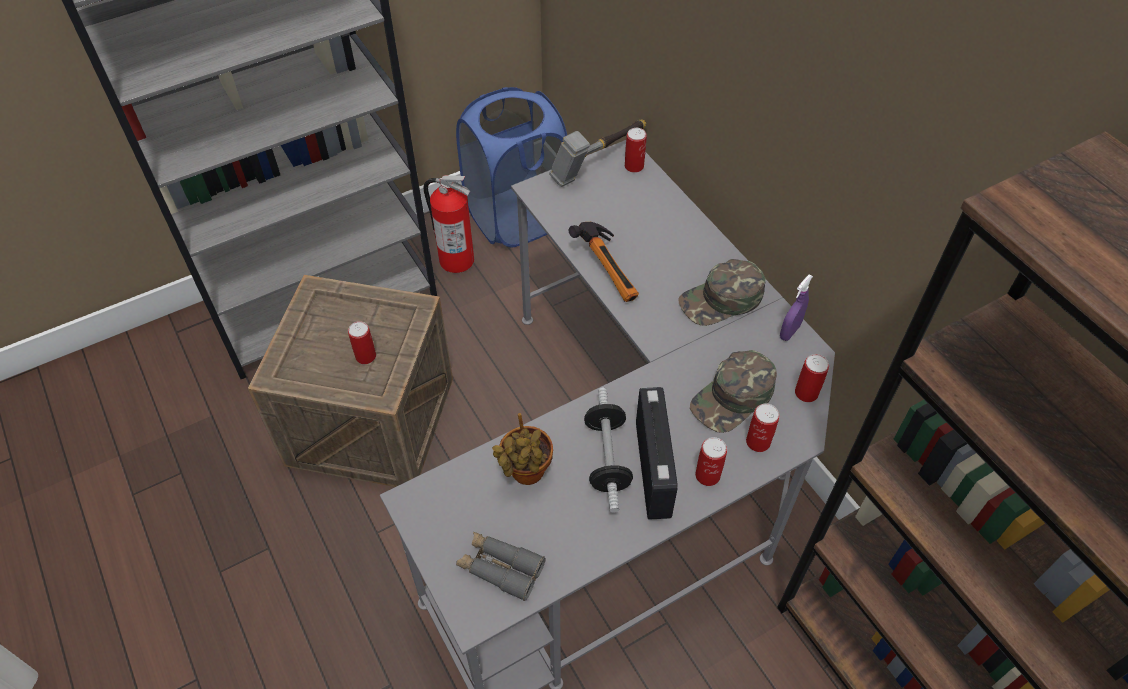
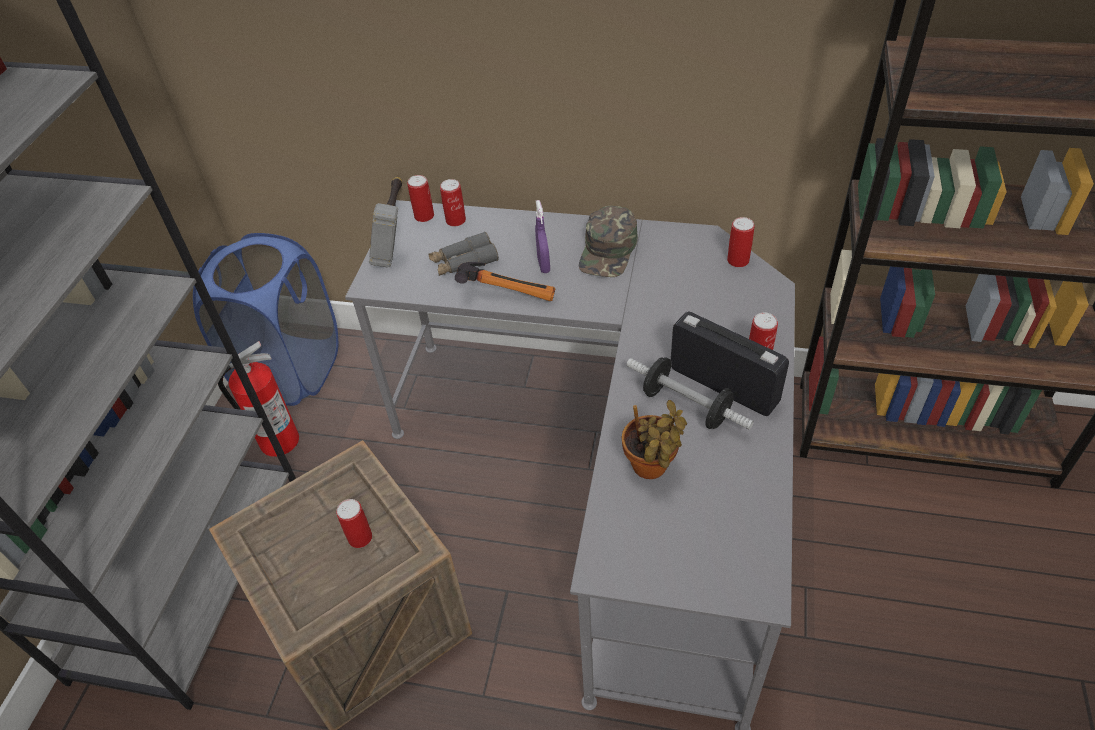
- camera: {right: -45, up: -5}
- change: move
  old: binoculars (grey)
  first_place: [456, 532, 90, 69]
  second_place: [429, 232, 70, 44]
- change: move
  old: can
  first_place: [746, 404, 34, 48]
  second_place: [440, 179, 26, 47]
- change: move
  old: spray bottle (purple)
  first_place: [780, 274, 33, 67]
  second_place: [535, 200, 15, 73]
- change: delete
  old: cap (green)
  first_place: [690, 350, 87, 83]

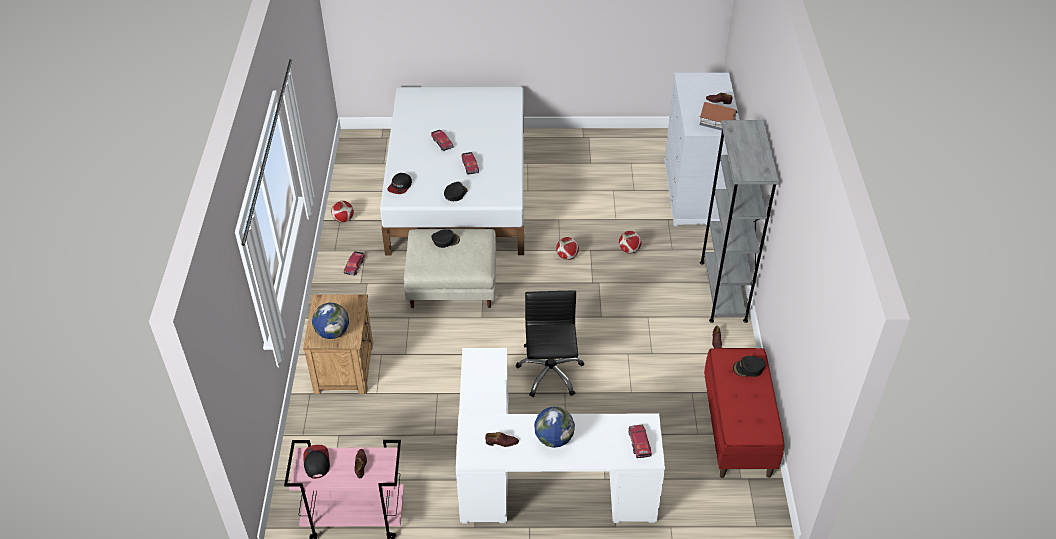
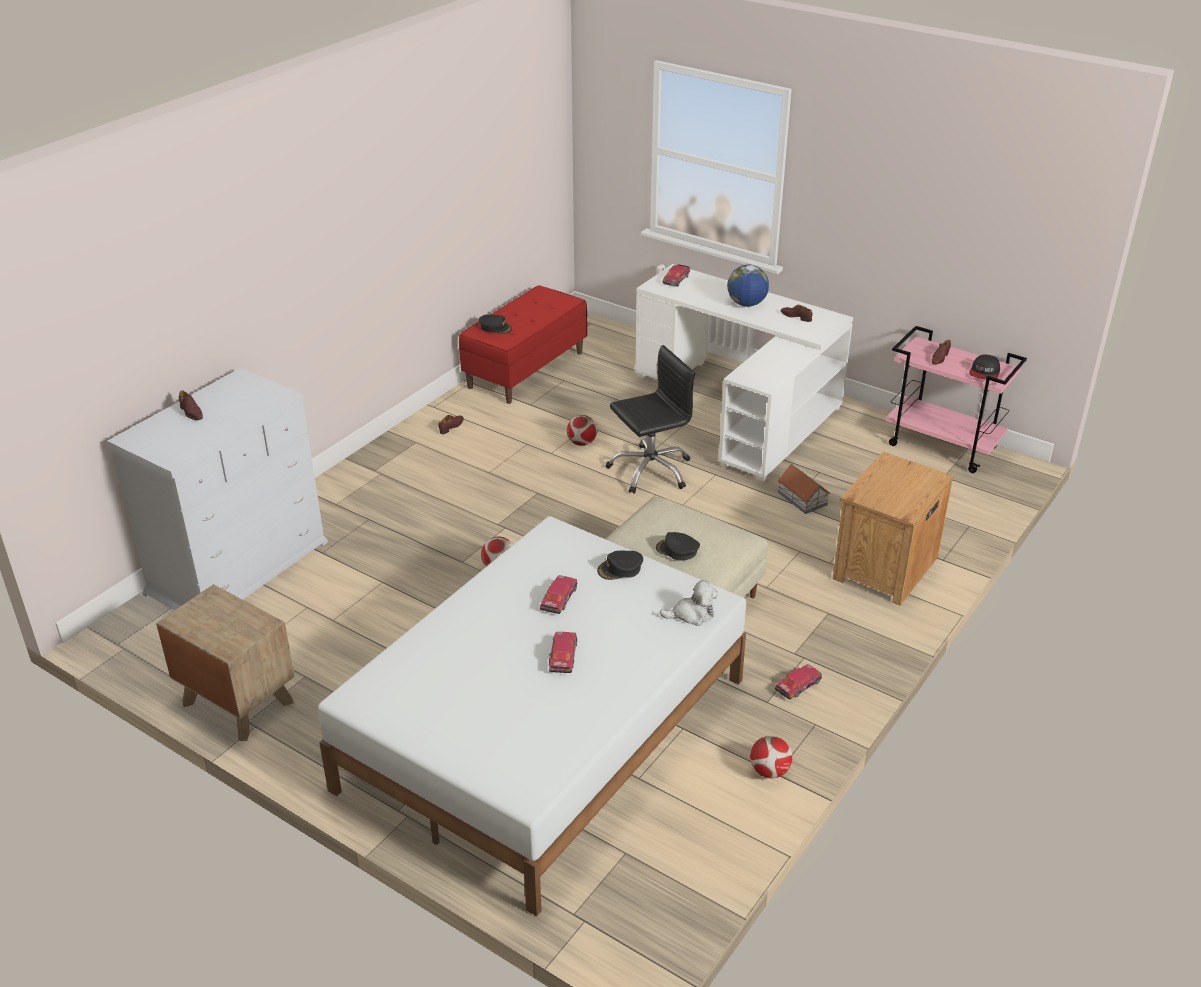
- camera: {right: -145, up: -10}
- change: insert
  new: nightstand (brown)
  second_place: [156, 584, 139, 157]
- change: move
  old: football
  first_place: [619, 231, 22, 23]
  second_place: [567, 415, 30, 31]
- change: rotate
  old: office chair (black)
  first_place: [516, 291, 68, 106]
  second_place: [606, 345, 89, 149]
  degrees: -150
- change: replace
  old: cap
  new: plush toy
  first_place: [387, 173, 25, 21]
  second_place: [660, 580, 58, 46]
- change: move
  old: toy house
  first_place: [700, 102, 38, 28]
  second_place: [778, 464, 52, 50]
- change: delete
  old: globe
  first_place: [312, 303, 37, 36]
- change: delete
  old: bookcase (grey)
  first_place: [700, 120, 79, 203]

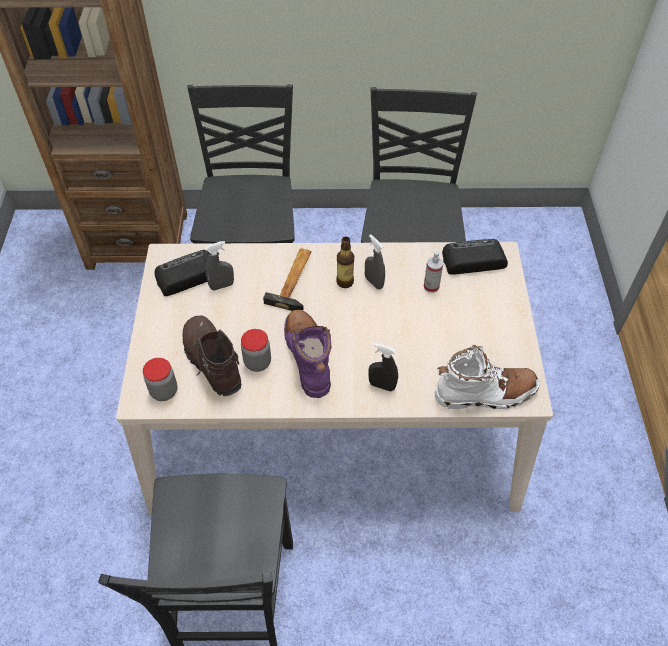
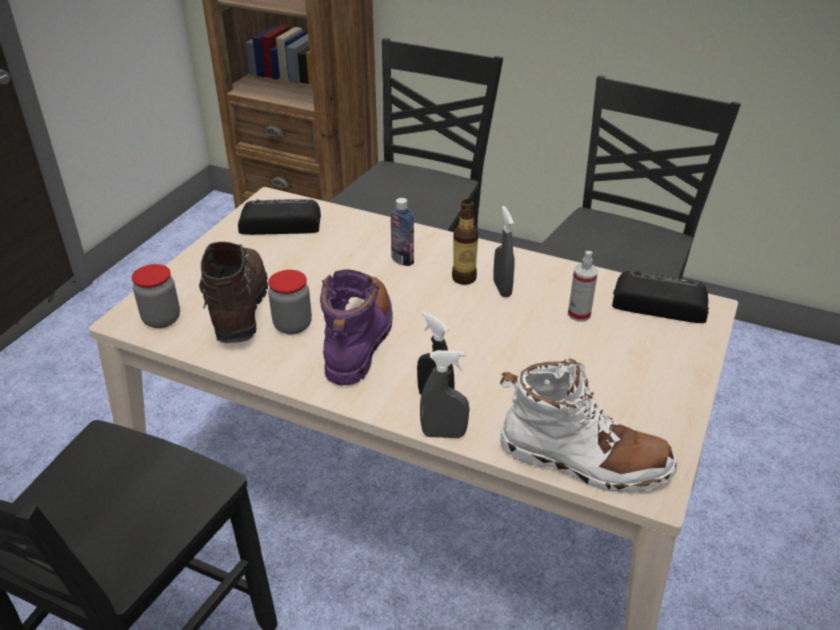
- camera: {right: 25, up: -15}
- change: replace
  old: hammer
  new: bottle
  first_place: [263, 249, 48, 62]
  second_place: [391, 198, 23, 68]
- change: move
  old: spray bottle (grey)
  first_place: [206, 241, 28, 49]
  second_place: [420, 350, 50, 88]

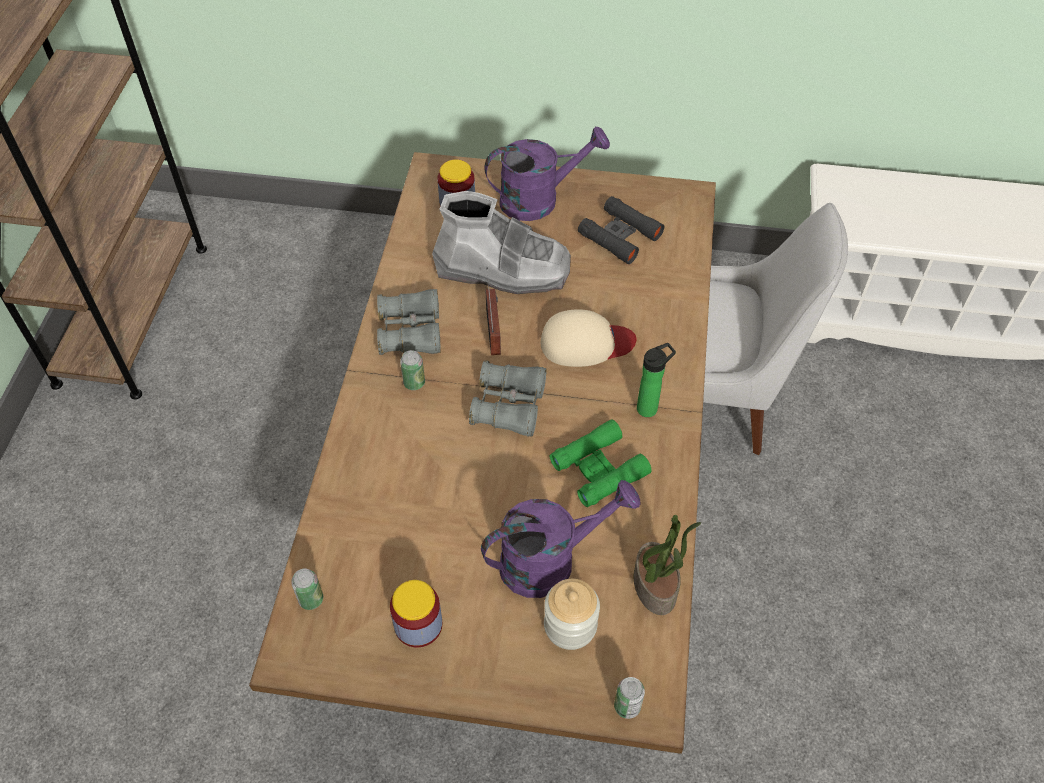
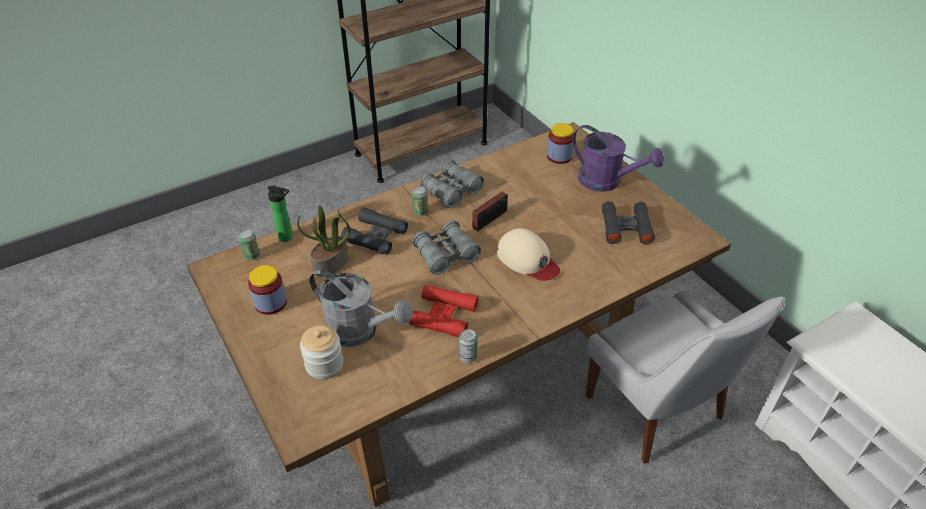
- camera: {right: 50, up: -10}
- change: move
  old: bottle
  first_place: [637, 343, 39, 74]
  second_place: [267, 186, 26, 56]
- change: move
  old: potted plant
  first_place: [634, 515, 67, 100]
  second_place: [297, 205, 53, 71]
- change: recolor
  old: watering can (purple)
  new: watering can (grey)
  first_place: [481, 480, 160, 118]
  second_place: [309, 269, 104, 78]
- change: insert
  new: binoculars (black)
  second_place: [341, 207, 67, 48]
- change: recolor
  old: binoculars (green)
  new: binoculars (red)
  first_place: [550, 419, 102, 88]
  second_place: [409, 285, 70, 52]
- change: move
  old: can
  first_place: [614, 677, 31, 42]
  second_place: [459, 329, 18, 34]
- change: delete
  old: boot (grey)
  first_place: [432, 191, 139, 103]

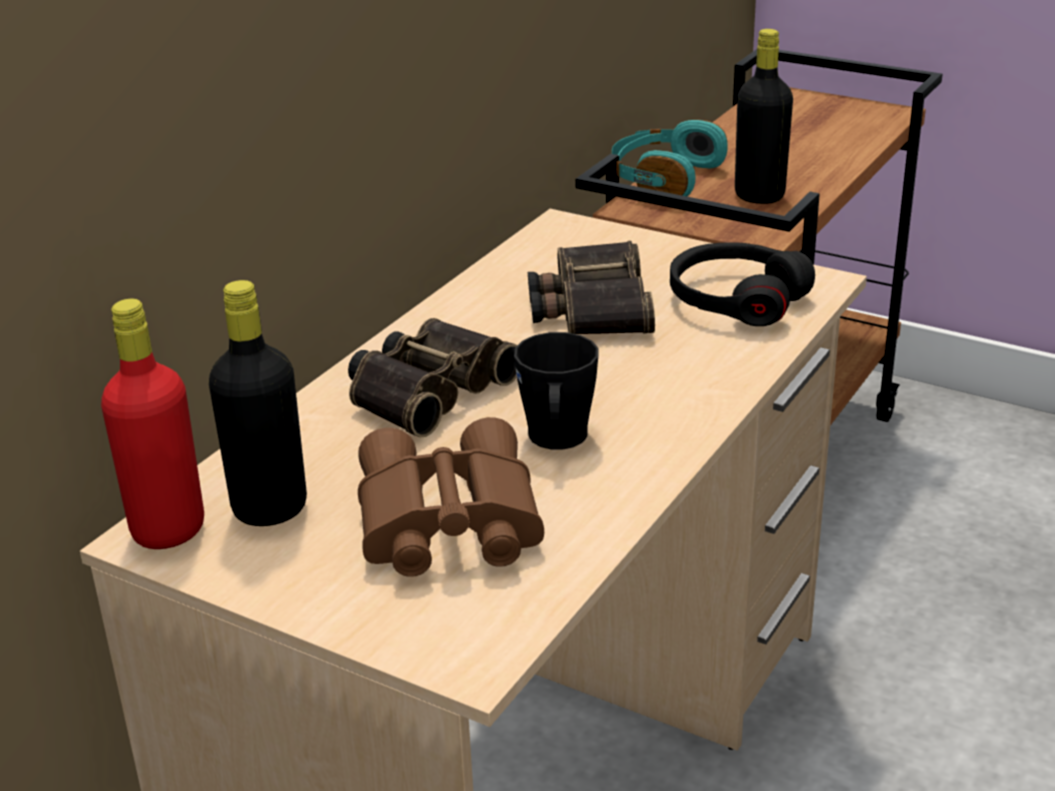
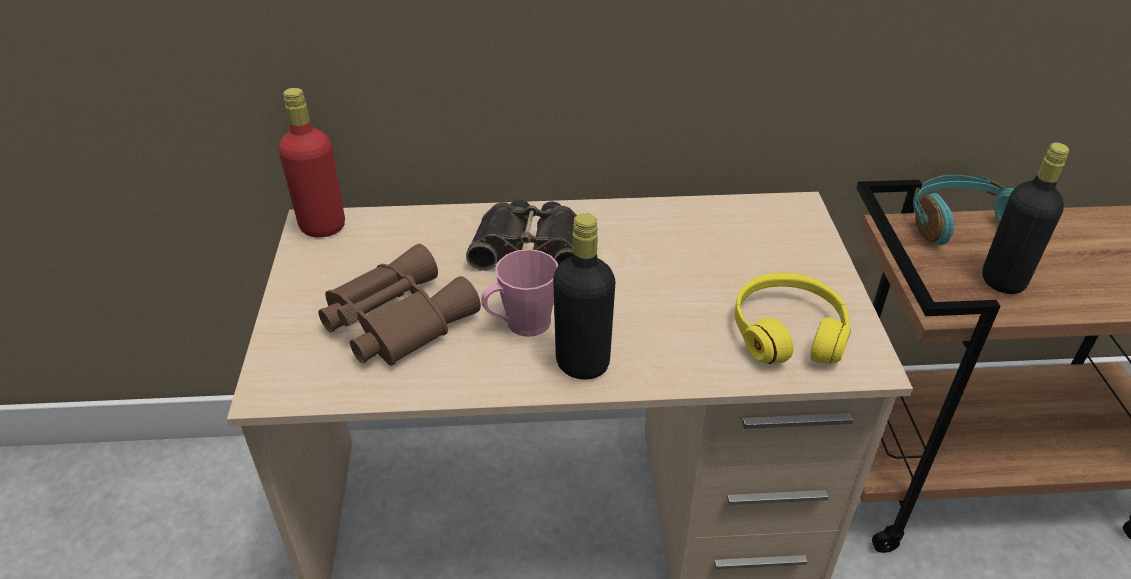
- camera: {right: 55, up: 10}
- change: recolor
  old: mug (black)
  new: mug (pink)
  first_place: [514, 332, 85, 118]
  second_place: [481, 249, 77, 88]
- change: move
  old: bottle (black)
  first_place: [209, 280, 98, 246]
  second_place: [553, 213, 62, 167]
- change: recolor
  old: headphones (black)
  new: headphones (yellow)
  first_place: [670, 242, 145, 84]
  second_place: [735, 273, 116, 91]
- change: delete
  old: binoculars
  first_place: [528, 241, 127, 93]

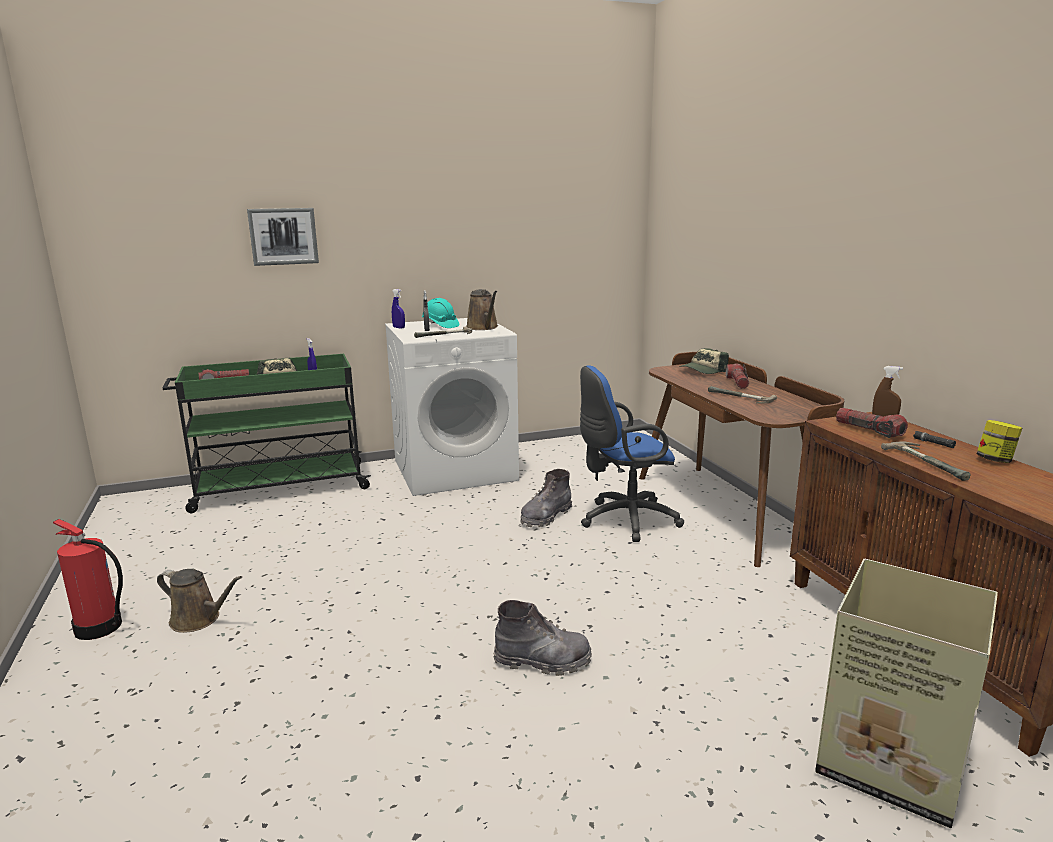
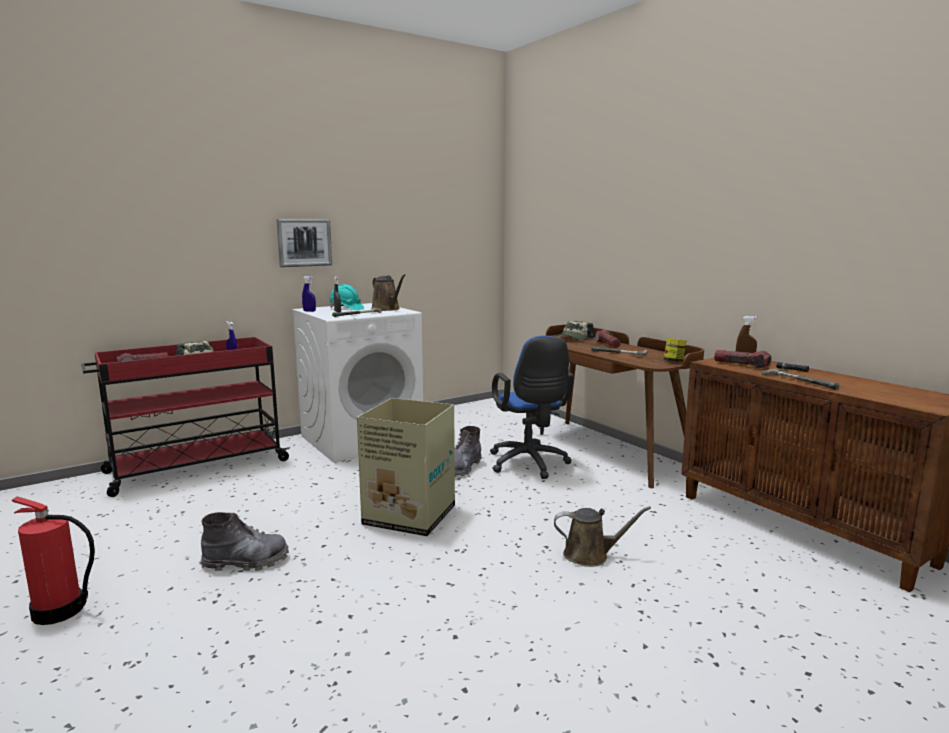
- camera: {right: -15, up: -5}
- change: recolor
  old: cart (green)
  new: cart (red)
  first_place: [163, 354, 208, 159]
  second_place: [81, 337, 209, 160]
- change: move
  old: boot (grey)
  first_place: [493, 600, 99, 76]
  second_place: [200, 512, 89, 59]
- change: move
  old: picture
  first_place: [247, 208, 72, 58]
  second_place: [276, 219, 56, 48]
- change: move
  old: cardboard box
  first_place: [815, 559, 183, 269]
  second_place: [357, 398, 98, 138]
- change: rotate
  old: office chair (blue)
  first_place: [580, 365, 104, 177]
  second_place: [490, 335, 84, 144]
  degrees: -75
- change: move
  old: watering can (brown)
  first_place: [157, 569, 85, 64]
  second_place: [554, 506, 97, 61]
- change: move
  old: jar
  first_place: [977, 420, 45, 43]
  second_place: [664, 338, 23, 24]

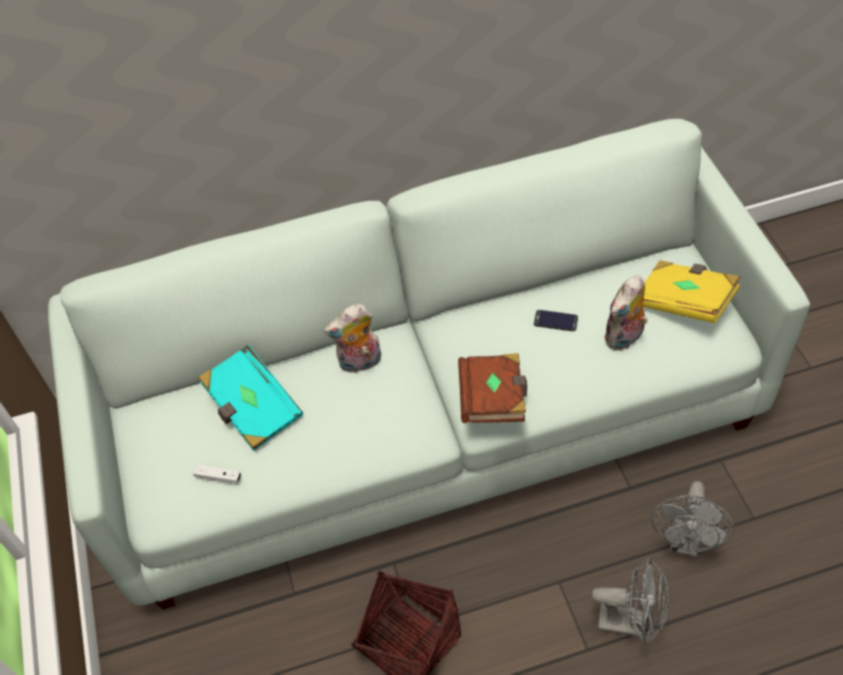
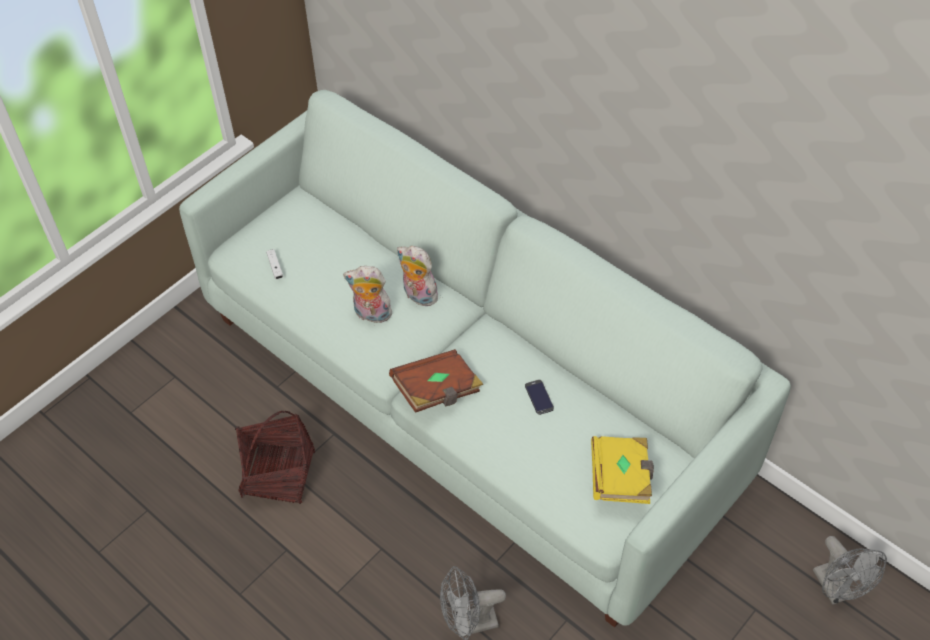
- camera: {right: 55, up: 0}
- change: move
  old: plush toy
  first_place: [604, 275, 44, 76]
  second_place: [343, 266, 51, 57]
- change: move
  old: fan (grey)
  first_place: [591, 557, 78, 87]
  second_place: [813, 536, 74, 69]
- change: delete
  old: book (turquoise)
  first_place: [198, 345, 105, 106]

